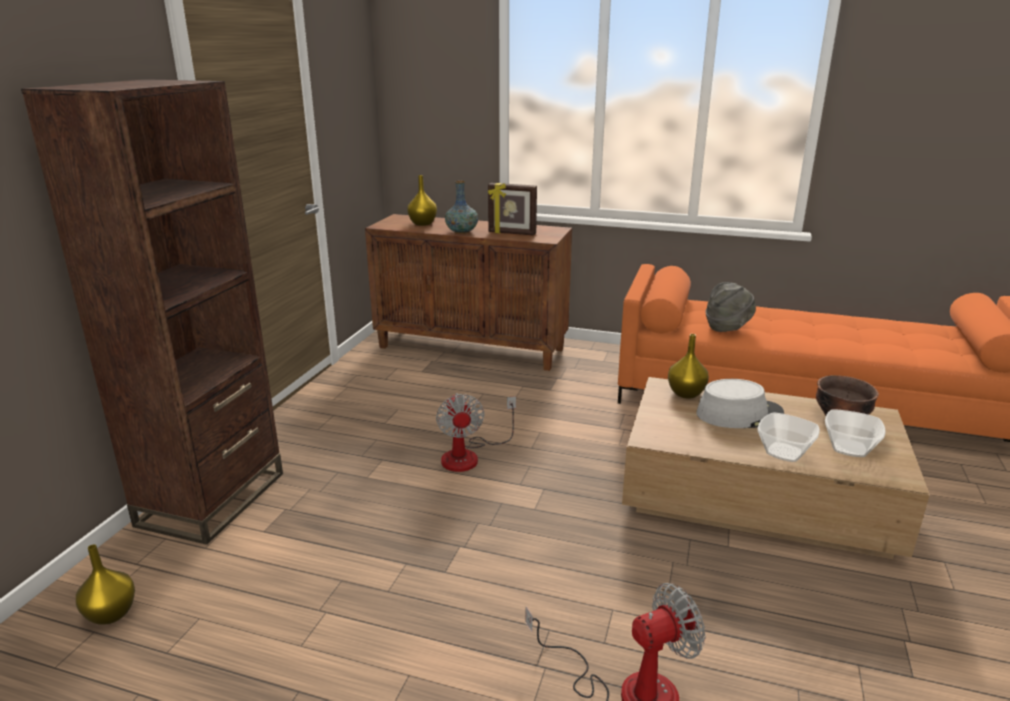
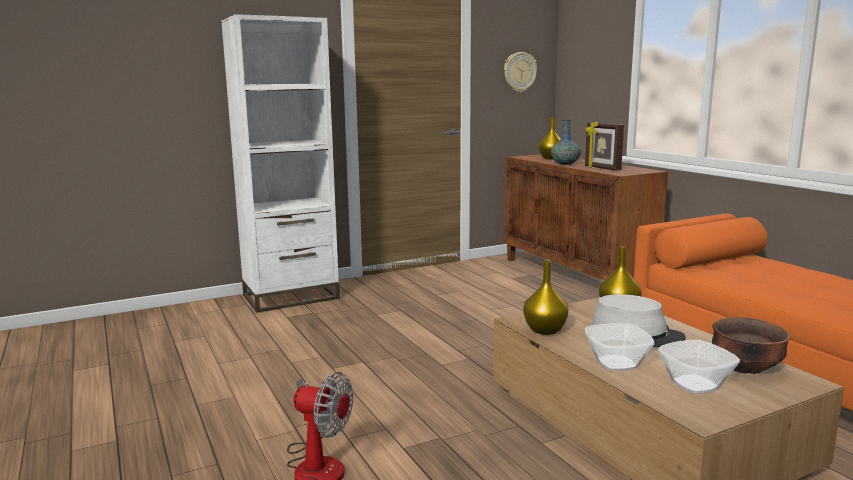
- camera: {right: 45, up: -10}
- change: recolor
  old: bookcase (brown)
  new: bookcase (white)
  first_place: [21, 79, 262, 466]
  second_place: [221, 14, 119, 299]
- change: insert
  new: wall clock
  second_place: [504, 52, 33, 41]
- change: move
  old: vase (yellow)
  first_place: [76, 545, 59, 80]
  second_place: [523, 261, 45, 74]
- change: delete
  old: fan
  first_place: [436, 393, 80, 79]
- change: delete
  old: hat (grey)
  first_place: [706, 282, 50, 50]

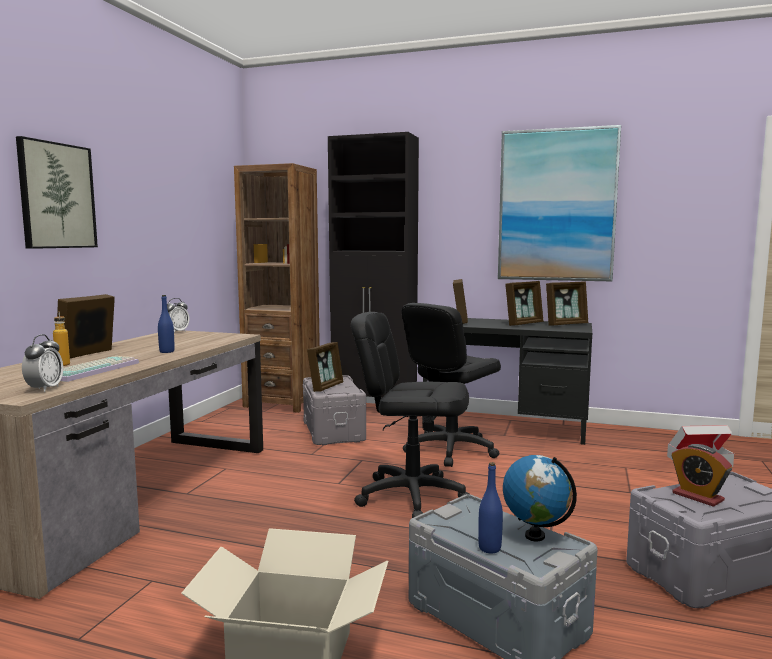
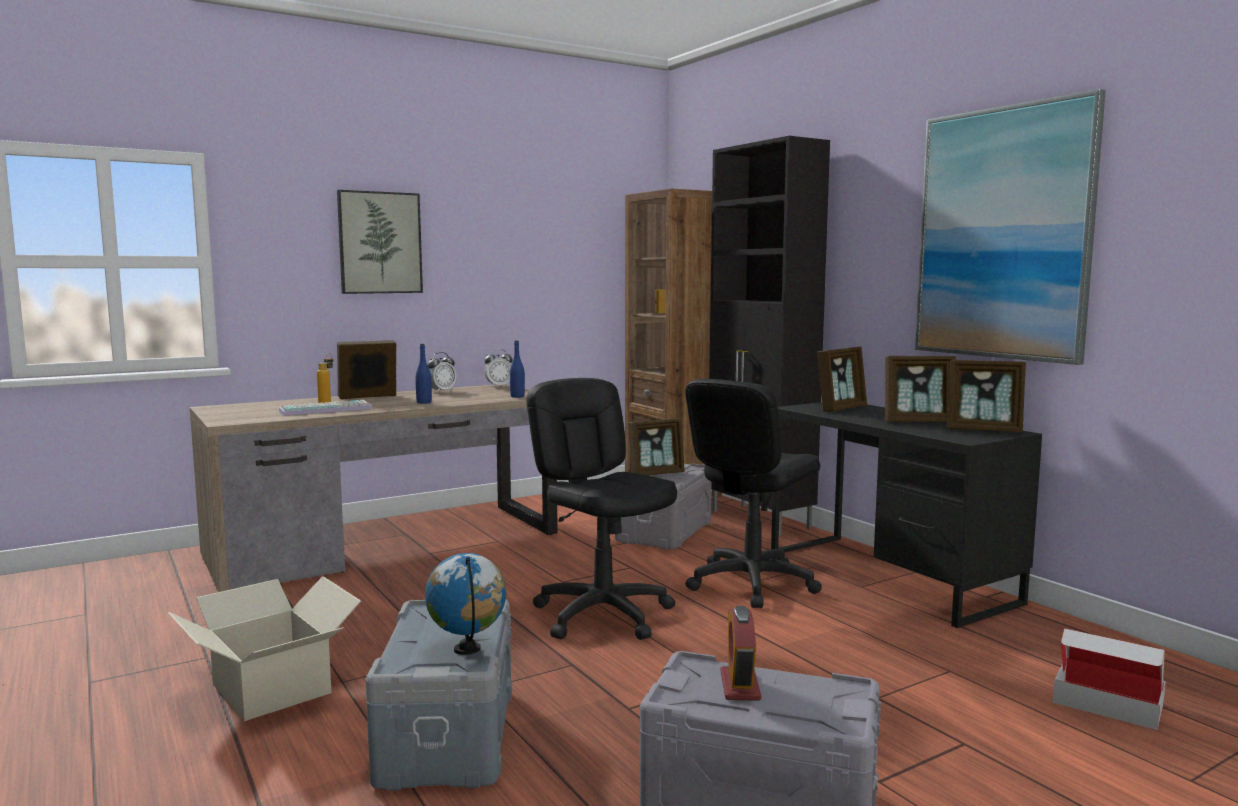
- camera: {right: 40, up: 0}
- change: move
  old: alarm clock
  first_place: [22, 334, 41, 58]
  second_place: [428, 352, 28, 41]
- change: move
  old: bottle (blue)
  first_place: [478, 462, 25, 92]
  second_place: [510, 340, 15, 58]
- change: rotate
  old: office chair (black)
  first_place: [401, 303, 100, 164]
  second_place: [685, 379, 137, 229]
  degrees: -45

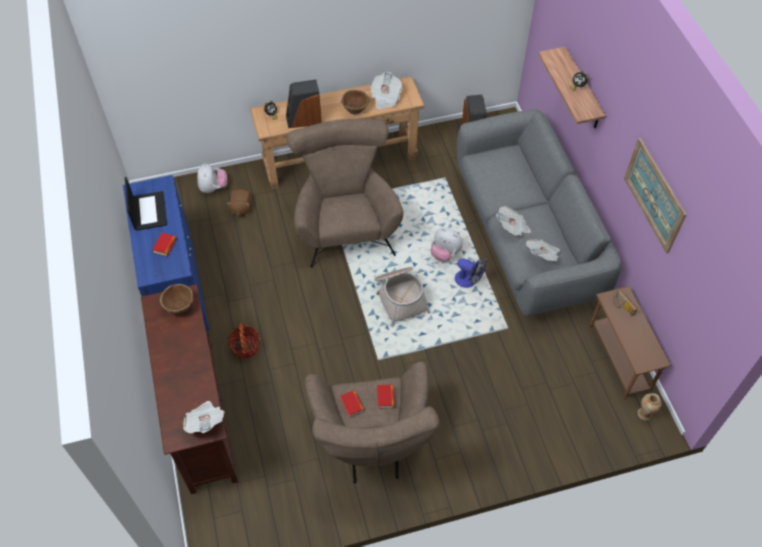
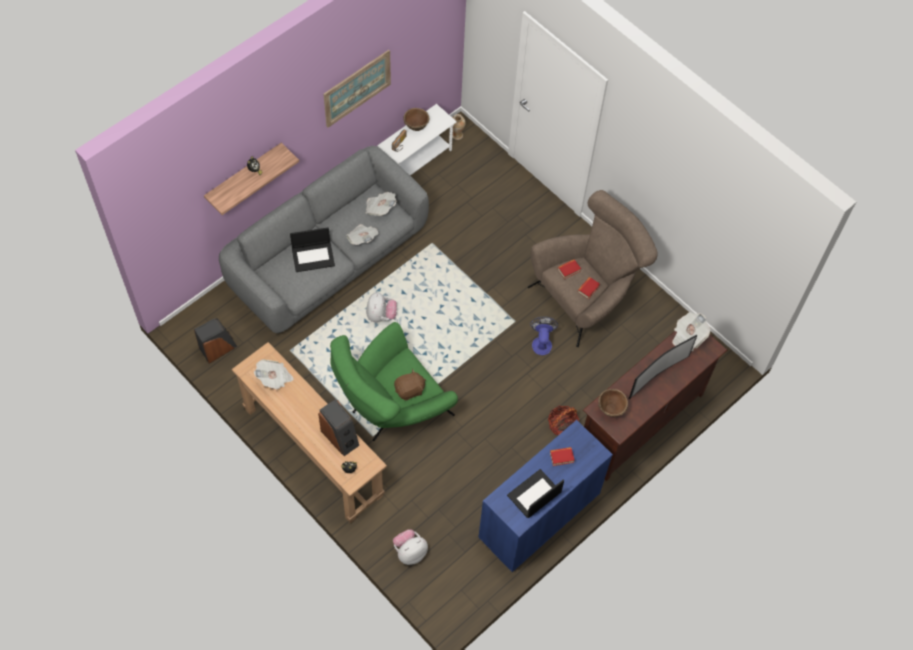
- camera: {right: -120, up: 5}
- change: insert
  new: laptop
  second_place: [290, 227, 45, 45]
- change: recolor
  old: armchair (brown)
  new: armchair (green)
  first_place: [287, 119, 116, 149]
  second_place: [330, 322, 128, 119]
- change: recolor
  old: side table (brown)
  new: side table (white)
  first_place: [589, 286, 82, 112]
  second_place: [377, 104, 79, 72]
- change: move
  old: plush toy (brown)
  first_place: [227, 189, 25, 27]
  second_place: [394, 369, 32, 31]
- change: move
  old: bowl (brown)
  first_place: [341, 90, 28, 25]
  second_place: [403, 108, 26, 23]
- change: move
  old: fan
  first_place: [455, 258, 32, 30]
  second_place: [530, 316, 28, 39]
- change: insert
  new: television
  second_place: [629, 335, 68, 64]
- change: delete
  old: basket
  first_place: [374, 267, 57, 59]

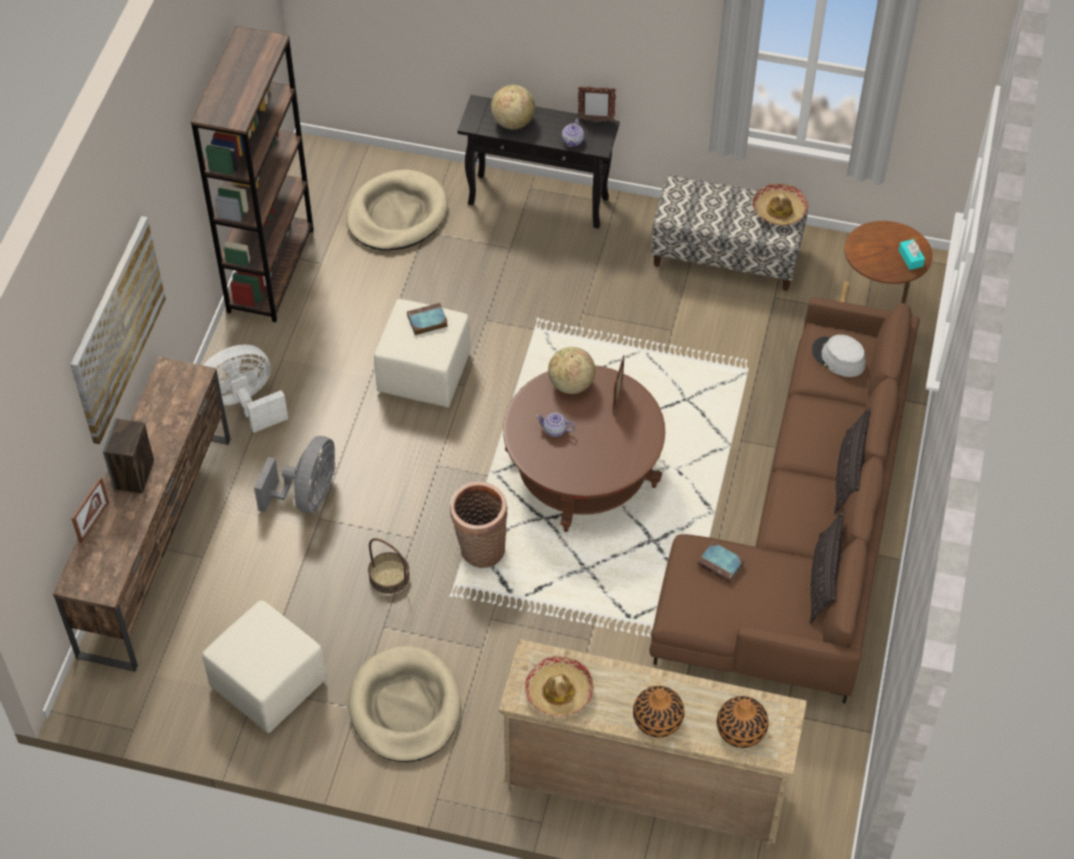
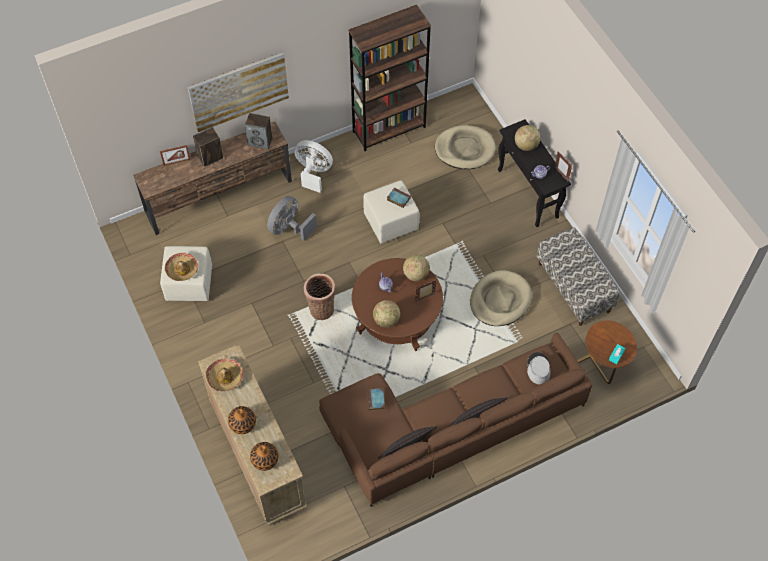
- camera: {right: 50, up: 5}
- change: move
  old: hat
  first_place: [752, 184, 56, 42]
  second_place: [165, 253, 33, 28]
- change: insert
  new: speaker
  second_place: [245, 113, 28, 37]
- change: rotate
  old: fan (grey)
  first_place: [254, 436, 81, 77]
  second_place: [267, 196, 50, 45]
  degrees: 150
- change: insert
  new: globe
  second_place: [373, 300, 27, 28]
- change: move
  old: dog bed (beige)
  first_place: [348, 646, 113, 116]
  second_place: [470, 270, 62, 56]
- change: delete
  old: basket
  first_place: [368, 538, 42, 56]

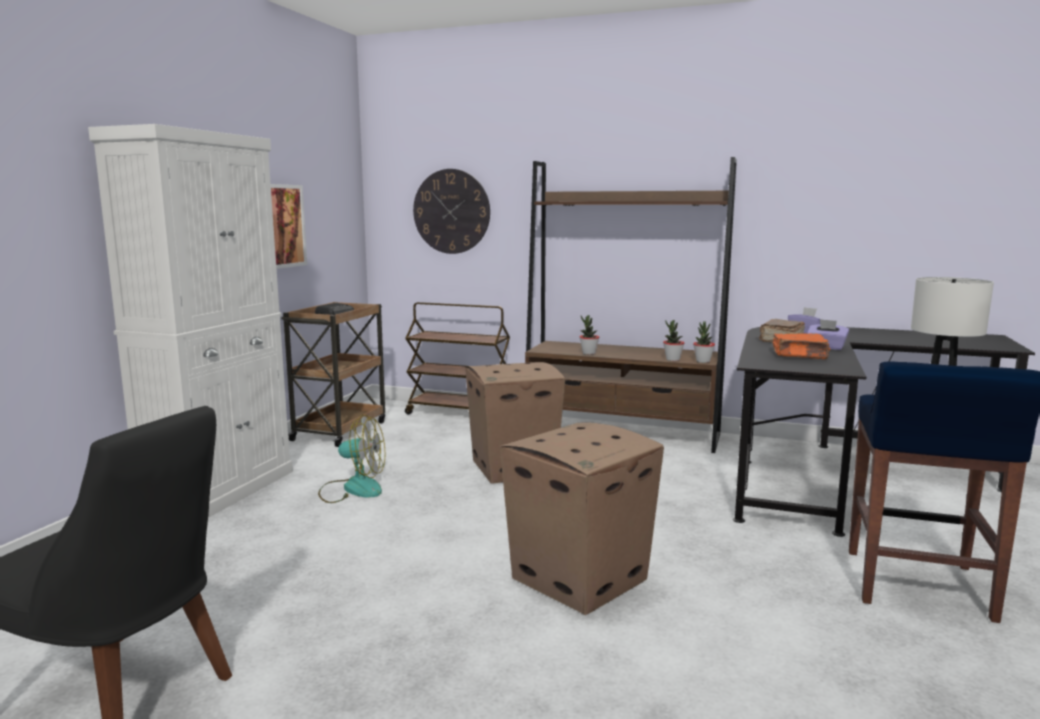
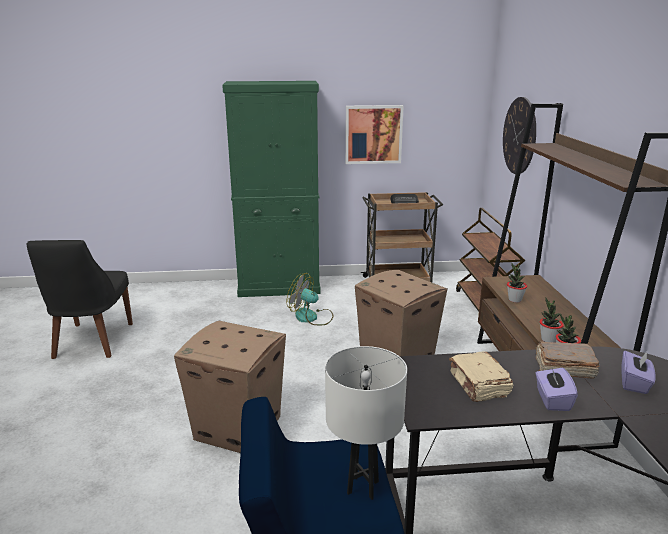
- camera: {right: 65, up: 10}
- change: recolor
  old: cabinet (white)
  new: cabinet (green)
  first_place: [88, 124, 205, 394]
  second_place: [222, 81, 99, 216]
- change: rotate
  old: fan
  first_place: [318, 415, 67, 88]
  second_place: [286, 273, 47, 52]
  degrees: 135
- change: recolor
  old: book (orange)
  new: book (beige)
  first_place: [773, 333, 57, 26]
  second_place: [449, 351, 64, 51]

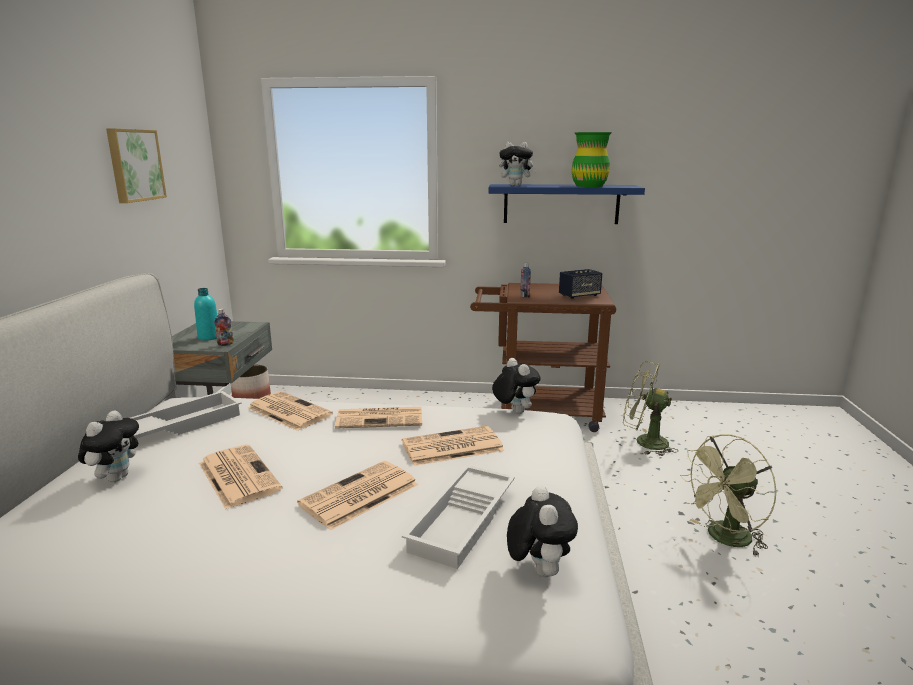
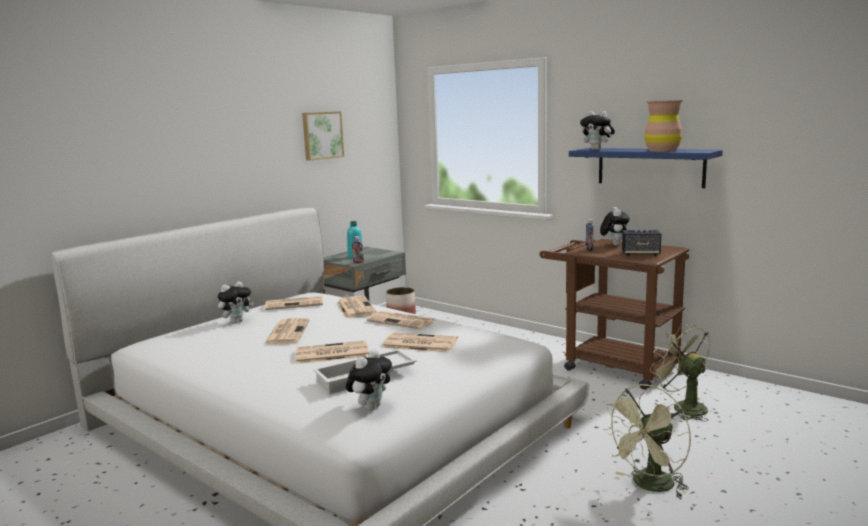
- camera: {right: 35, up: -5}
- change: replace
  old: tray (white)
  new: newspaper
  first_place: [130, 391, 111, 47]
  second_place: [265, 296, 58, 14]
- change: move
  old: plush toy
  first_place: [492, 358, 49, 56]
  second_place: [600, 207, 30, 39]
- change: rotate
  old: fan (green)
  first_place: [680, 434, 97, 123]
  second_place: [603, 384, 88, 114]
  degrees: -45
- change: recolor
  old: vase (green)
  new: vase (brown)
  first_place: [571, 132, 41, 55]
  second_place: [644, 100, 39, 52]

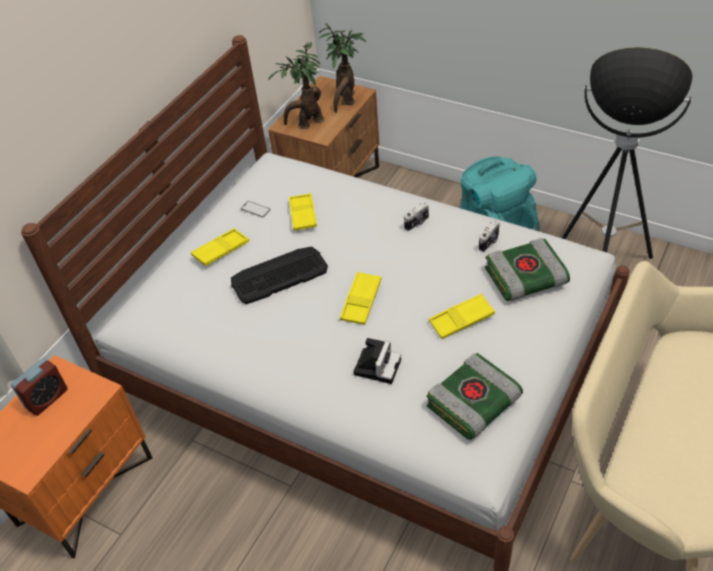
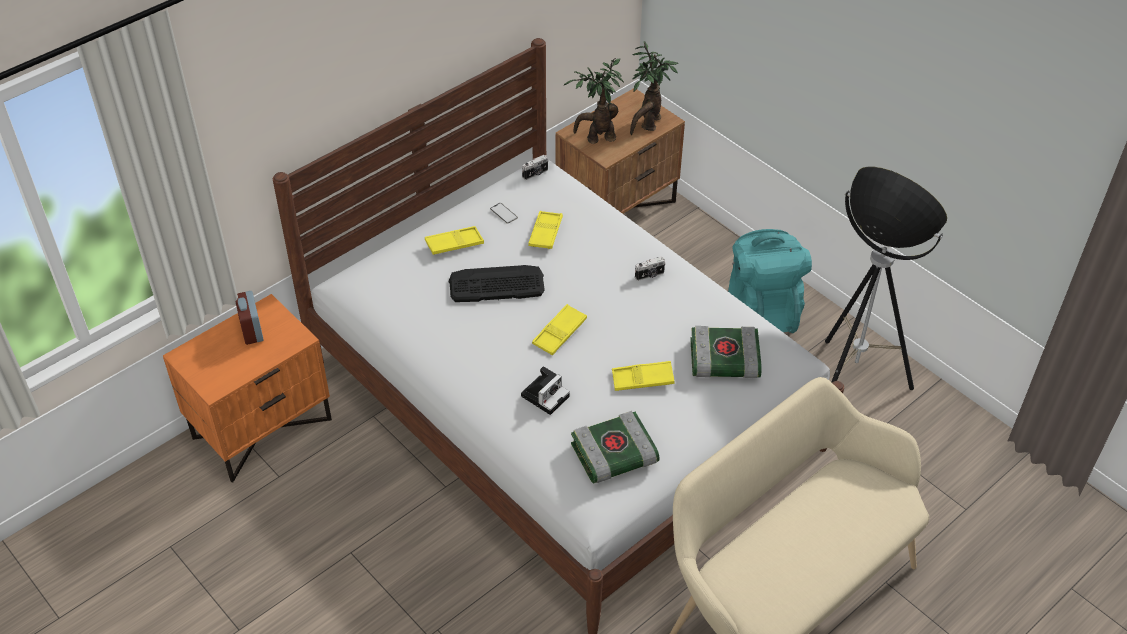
- camera: {right: 15, up: 0}
- change: rotate
  old: alarm clock
  first_place: [11, 358, 57, 58]
  second_place: [235, 291, 29, 54]
  degrees: 105
- change: move
  old: photo camera
  first_place: [479, 220, 21, 32]
  second_place: [522, 155, 26, 25]

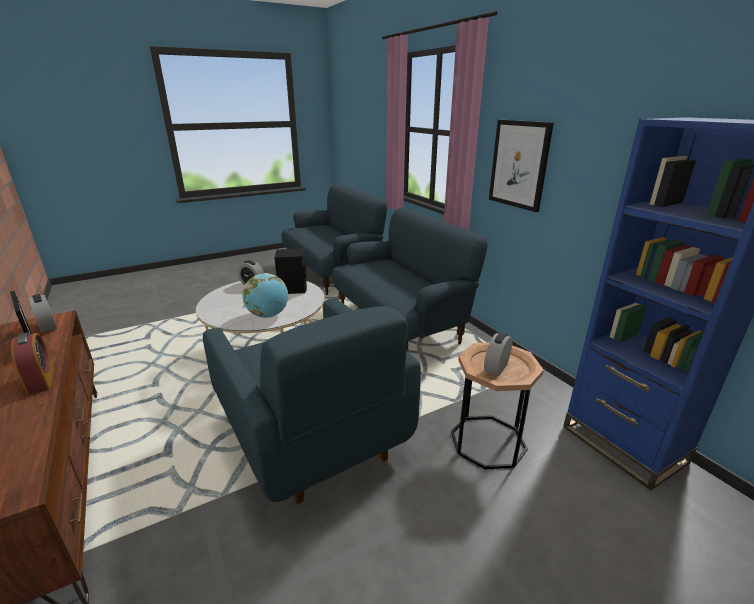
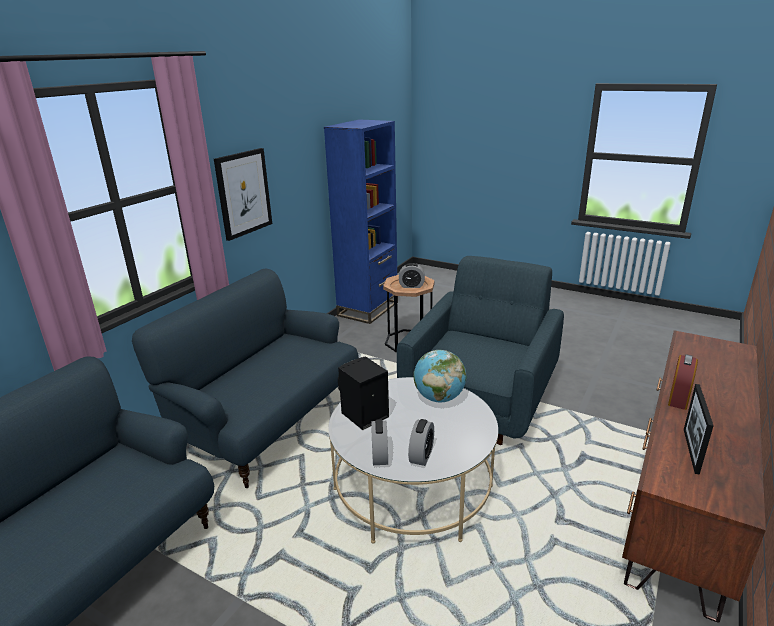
- camera: {right: -120, up: 0}
- change: move
  old: alarm clock
  first_place: [29, 294, 28, 39]
  second_place: [408, 419, 26, 47]

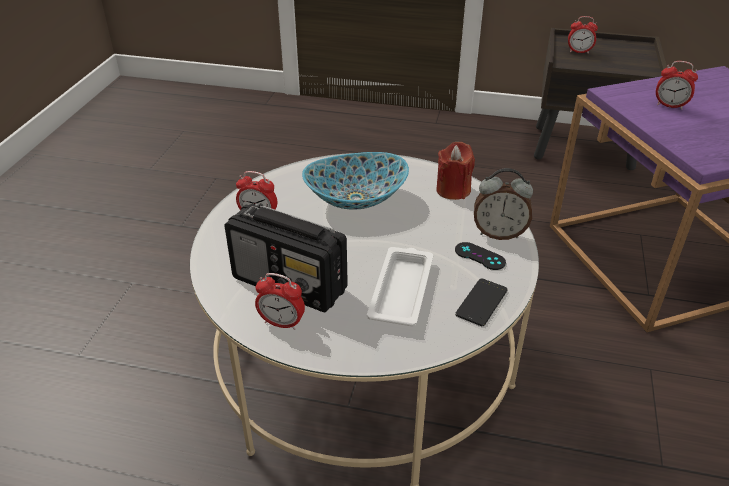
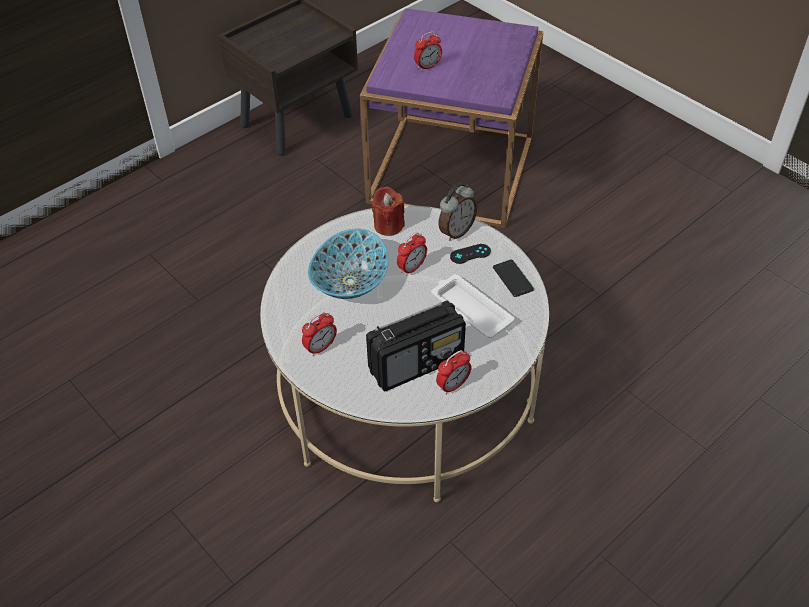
- camera: {right: -55, up: 10}
- change: move
  old: alarm clock
  first_place: [568, 16, 30, 38]
  second_place: [397, 232, 30, 44]

